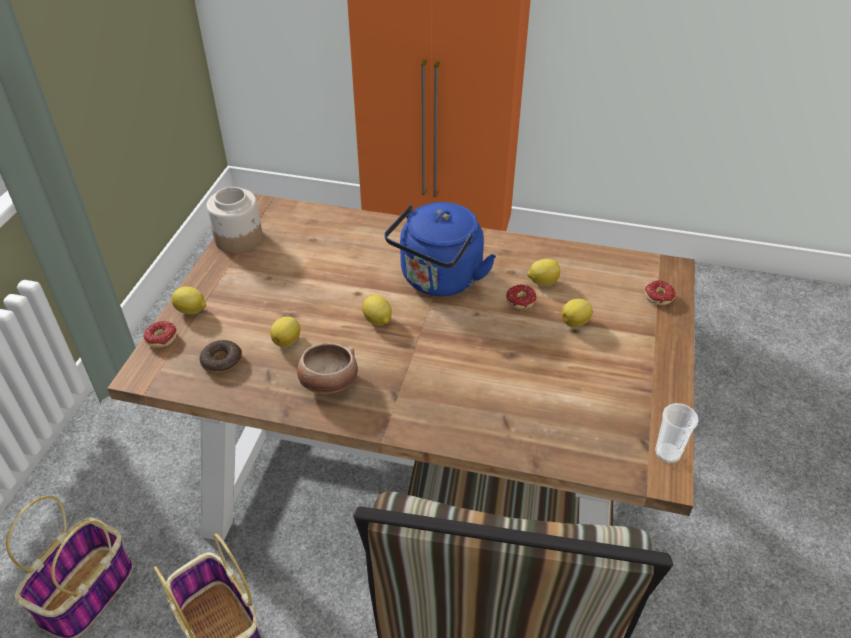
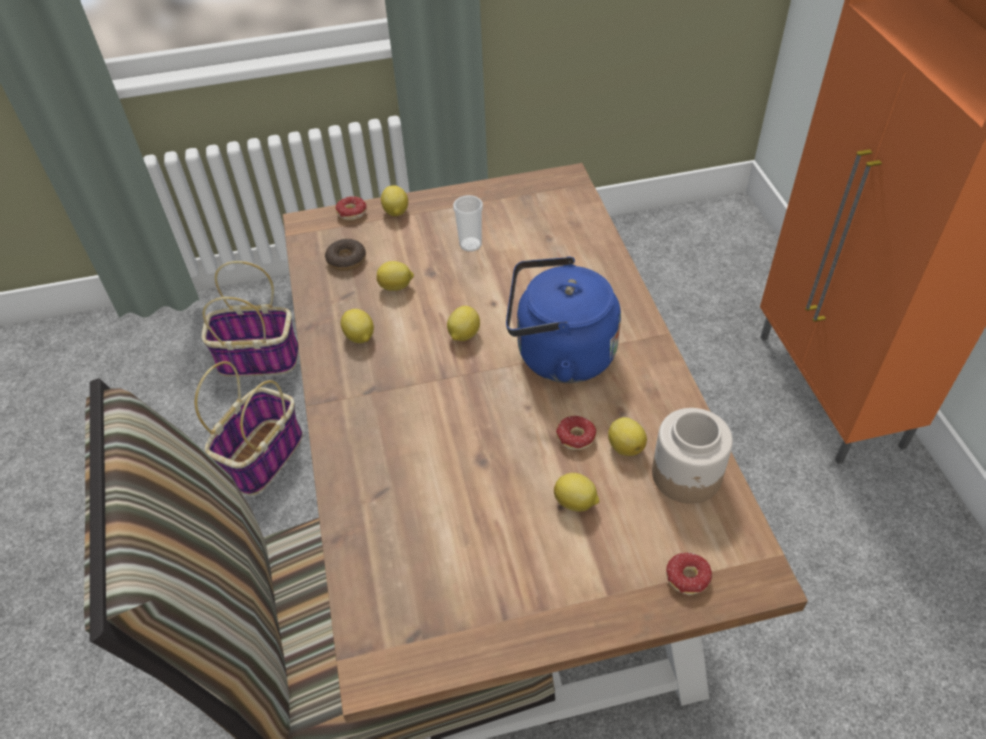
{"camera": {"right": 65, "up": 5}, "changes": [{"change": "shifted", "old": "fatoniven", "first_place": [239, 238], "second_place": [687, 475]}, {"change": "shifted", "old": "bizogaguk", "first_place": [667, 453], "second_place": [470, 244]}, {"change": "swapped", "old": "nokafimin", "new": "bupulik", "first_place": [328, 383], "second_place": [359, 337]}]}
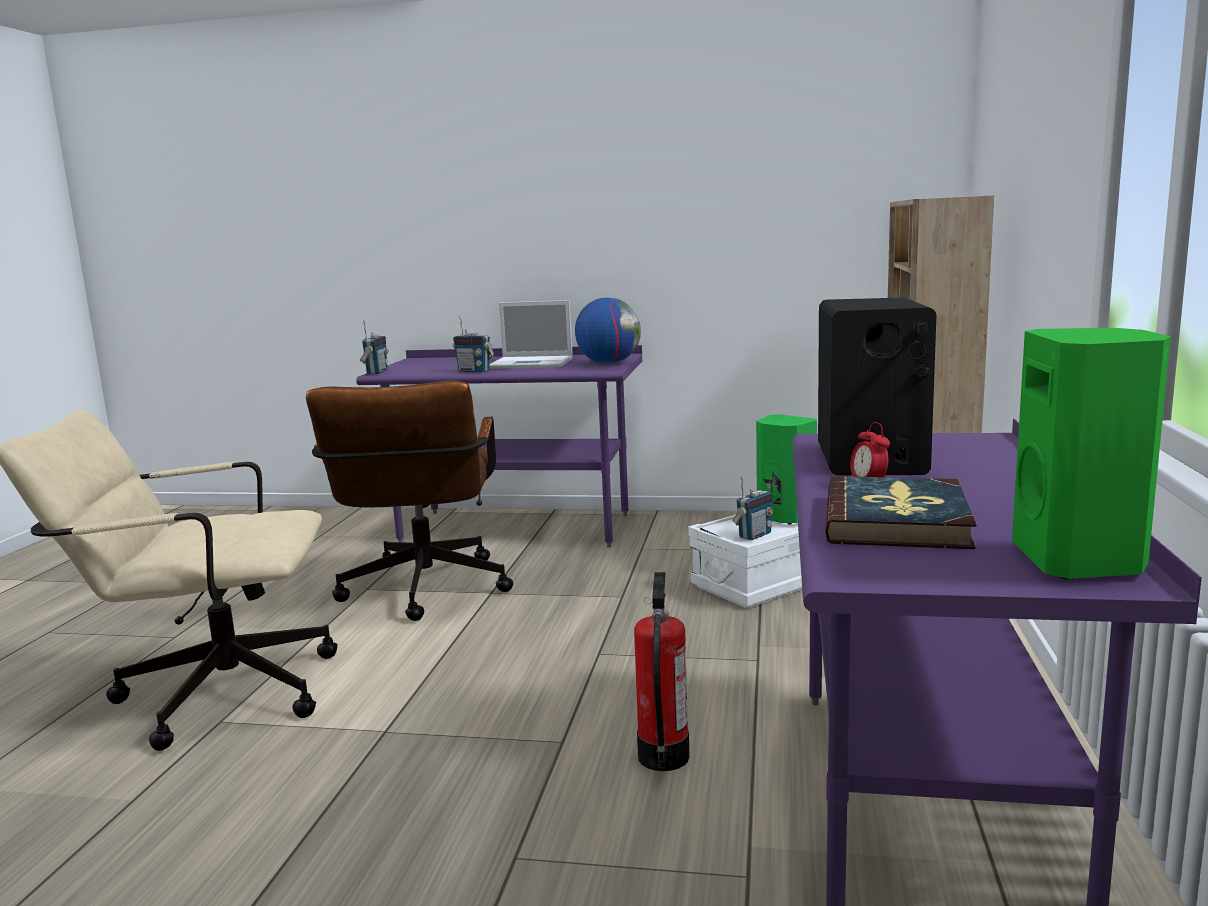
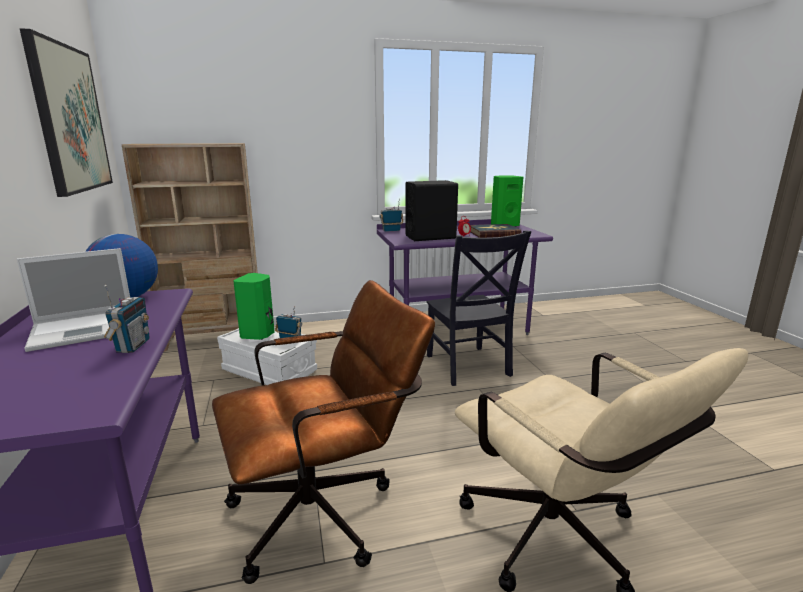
{"camera": {"right": -115, "up": 5}, "changes": [{"change": "new", "new": "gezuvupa", "second_place": [70, 119]}, {"change": "shifted", "old": "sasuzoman", "first_place": [376, 372], "second_place": [391, 230]}, {"change": "swapped", "old": "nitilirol", "new": "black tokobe", "first_place": [662, 757], "second_place": [468, 367]}, {"change": "rotated", "old": "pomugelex", "first_place": [533, 363], "second_place": [87, 329], "degrees": 75}]}
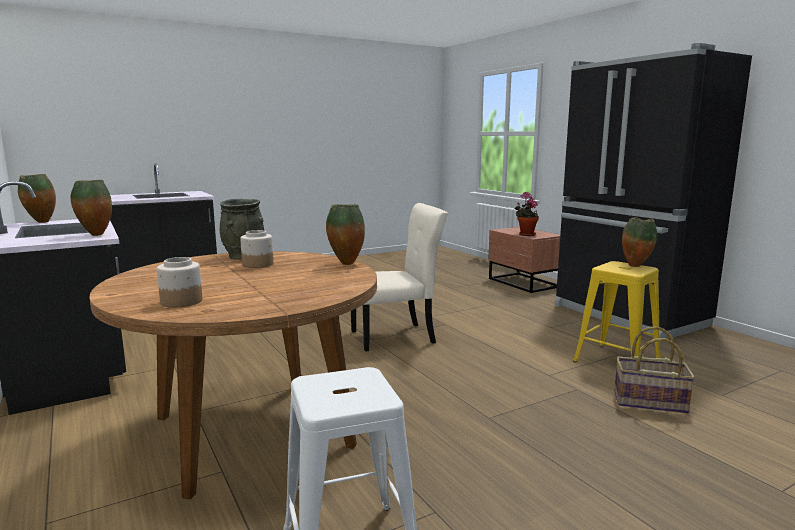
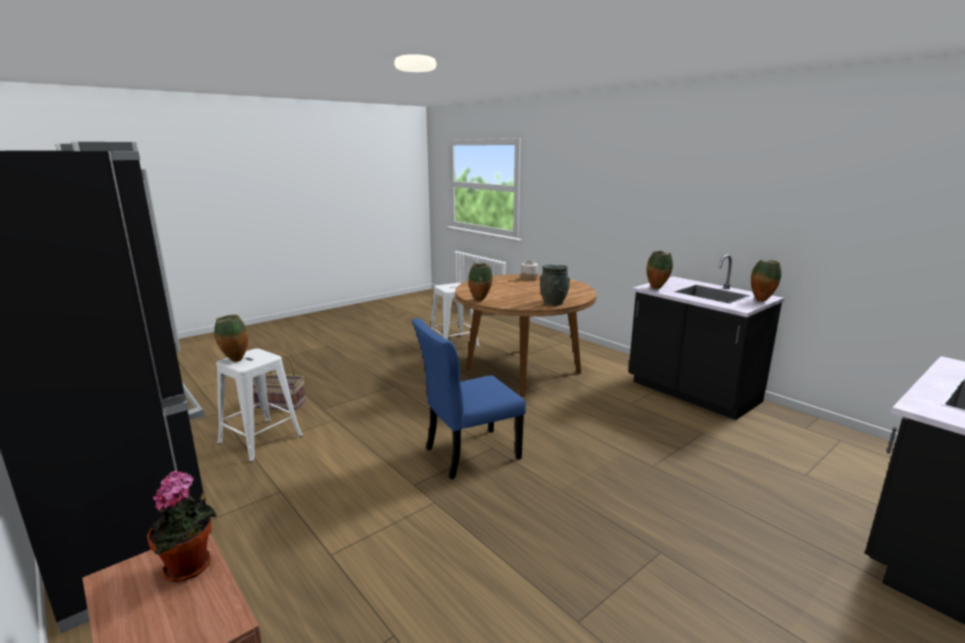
{"camera": {"right": 170, "up": 5}, "changes": [{"change": "gone", "old": "fatoniven", "first_place": [258, 264]}, {"change": "repainted", "old": "beige tokobe", "new": "blue tokobe", "first_place": [396, 337], "second_place": [468, 454]}, {"change": "repainted", "old": "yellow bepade", "new": "white bepade", "first_place": [616, 361], "second_place": [260, 440]}]}
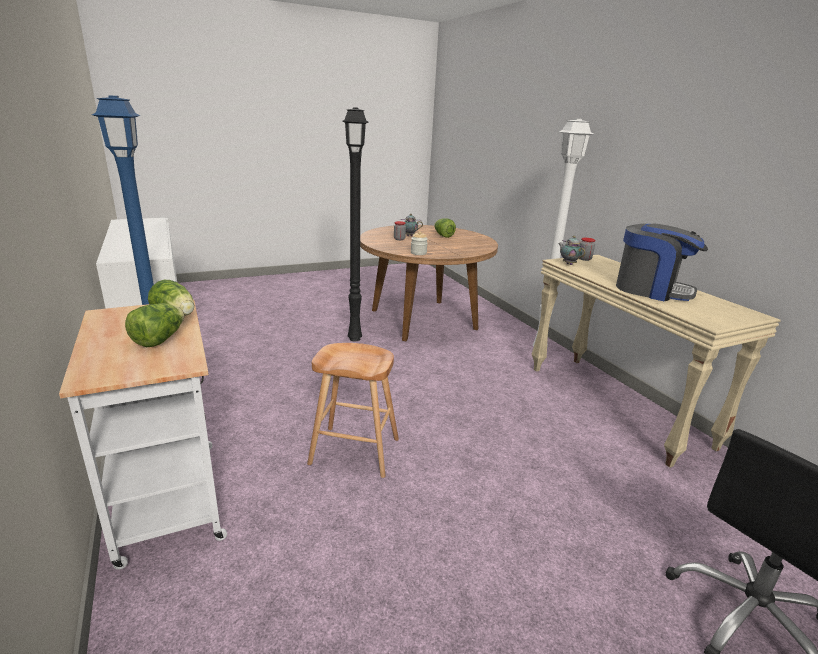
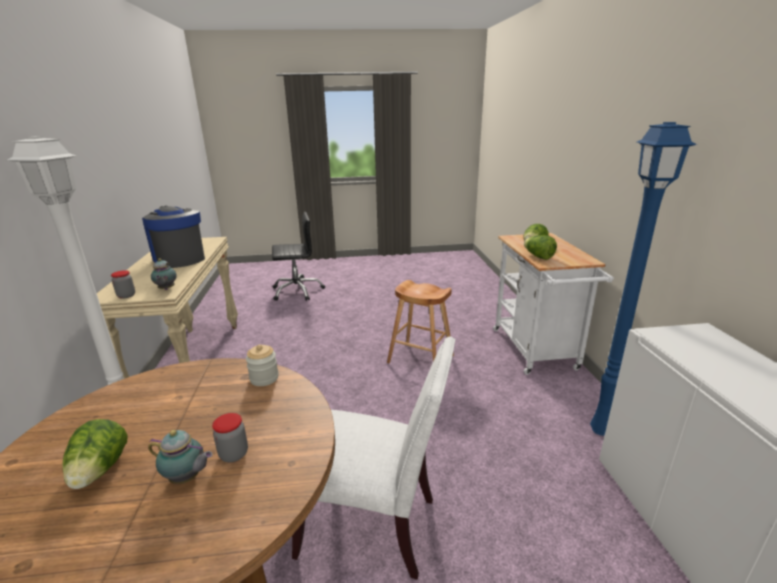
{"camera": {"right": -160, "up": 0}, "changes": [{"change": "swapped", "old": "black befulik", "new": "white tokobe", "first_place": [354, 338], "second_place": [375, 524]}]}
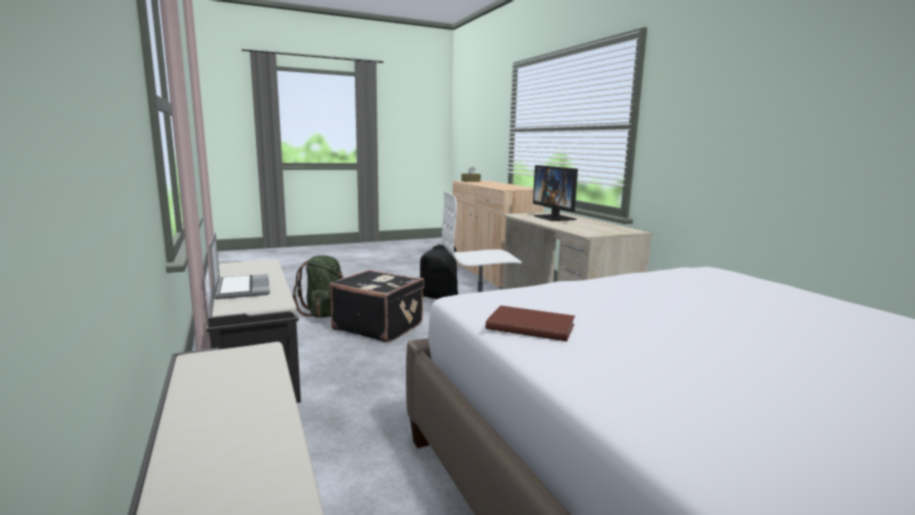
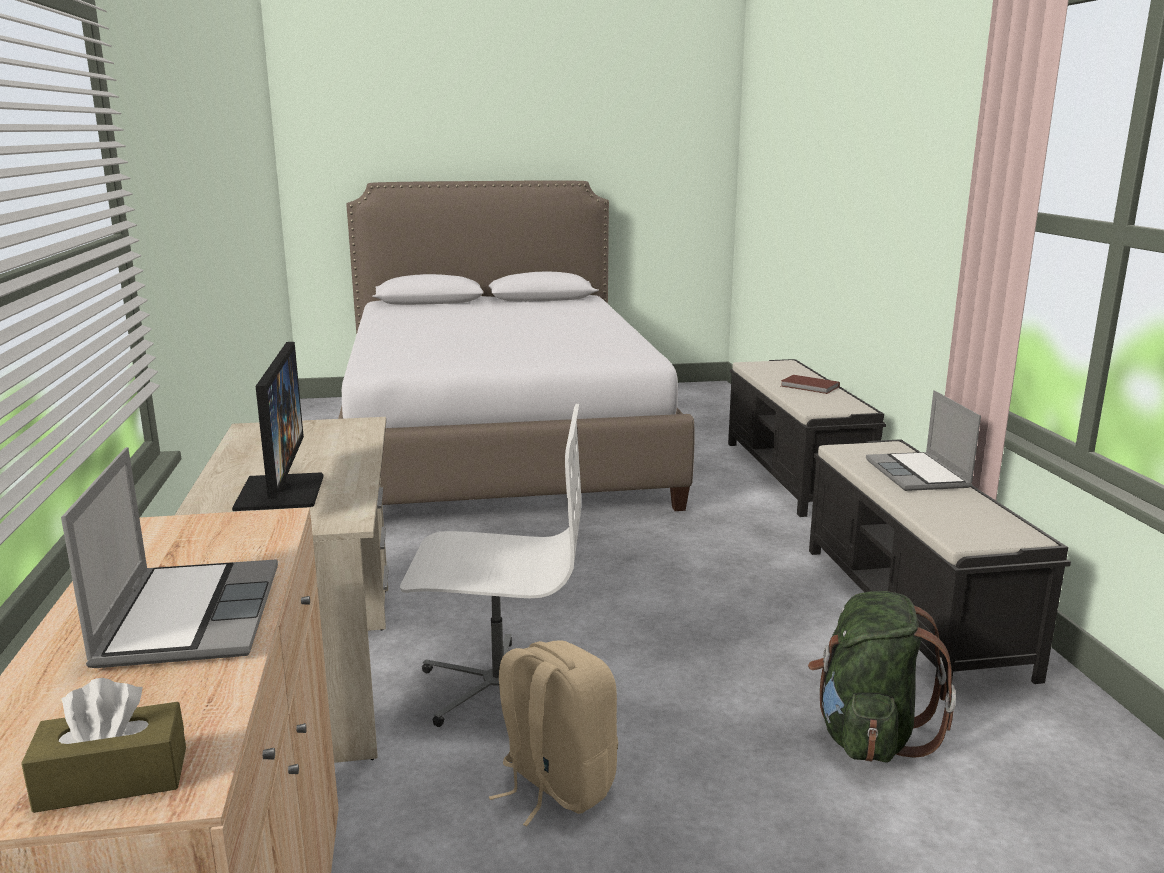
{"camera": {"right": -165, "up": 5}, "changes": [{"change": "gone", "old": "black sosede", "first_place": [378, 326]}, {"change": "new", "new": "pomugelex", "second_place": [188, 615]}, {"change": "shifted", "old": "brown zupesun", "first_place": [530, 326], "second_place": [809, 387]}, {"change": "repainted", "old": "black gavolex", "new": "beige gavolex", "first_place": [439, 297], "second_place": [555, 785]}]}
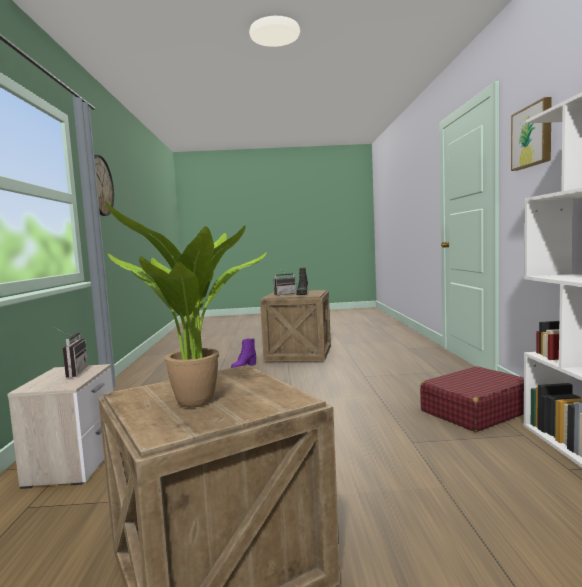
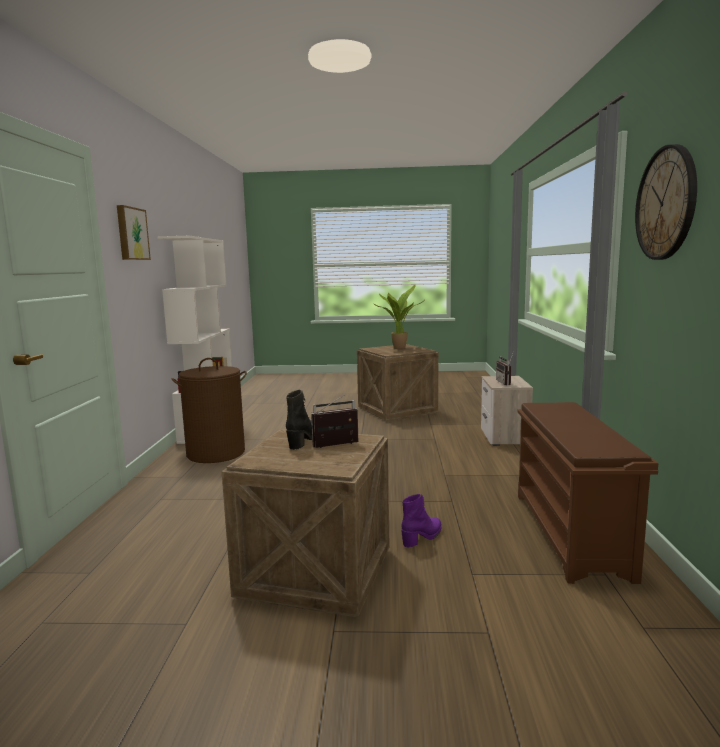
{"camera": {"right": -175, "up": 5}, "changes": [{"change": "new", "new": "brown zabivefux", "second_place": [571, 534]}, {"change": "swapped", "old": "red sosede", "new": "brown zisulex", "first_place": [475, 411], "second_place": [216, 453]}]}
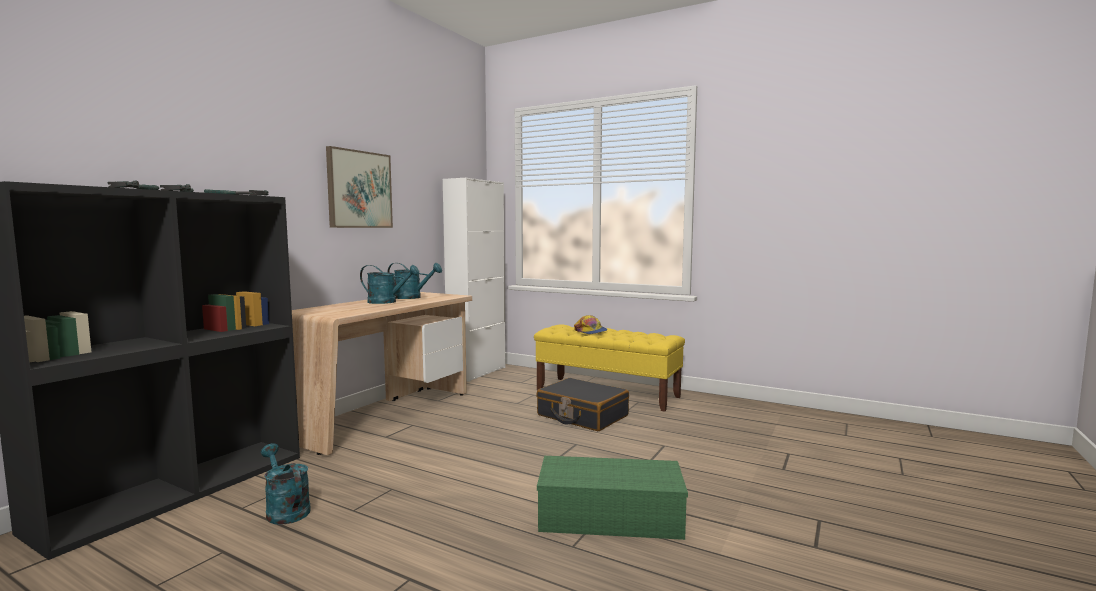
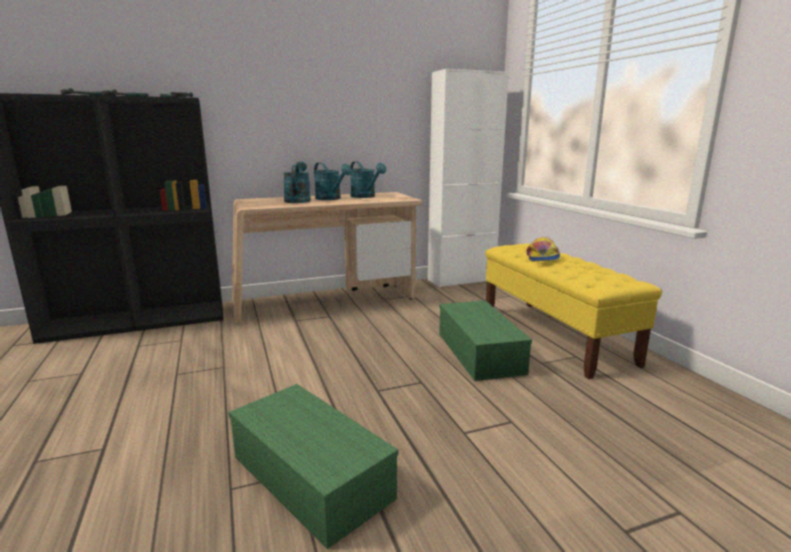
{"camera": {"right": 40, "up": 10}, "changes": [{"change": "gone", "old": "gezuvupa", "first_place": [359, 189]}, {"change": "shifted", "old": "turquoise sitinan", "first_place": [285, 510], "second_place": [298, 200]}, {"change": "swapped", "old": "black sosede", "new": "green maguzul", "first_place": [582, 416], "second_place": [481, 353]}]}
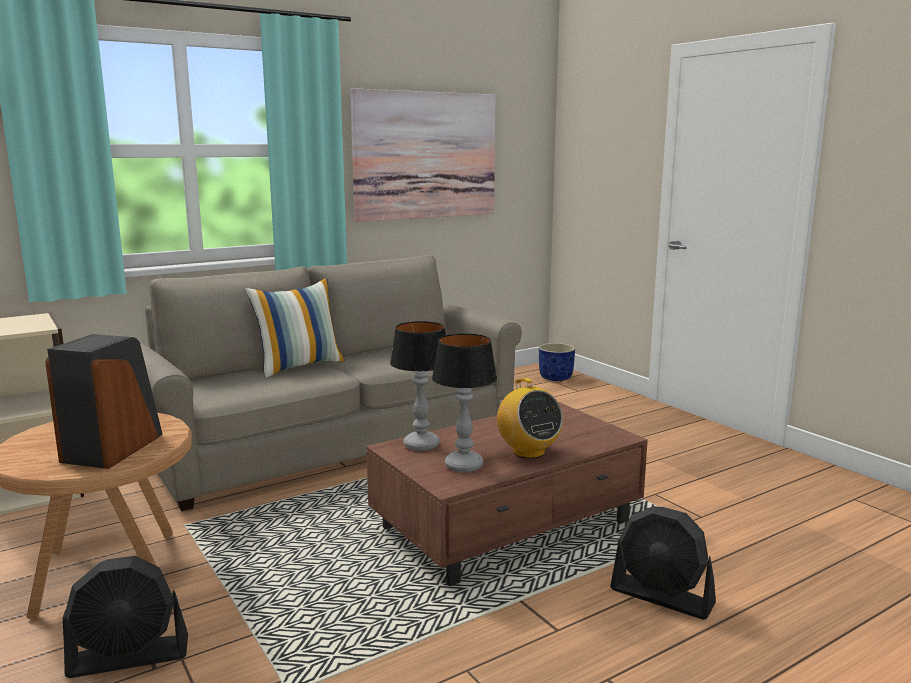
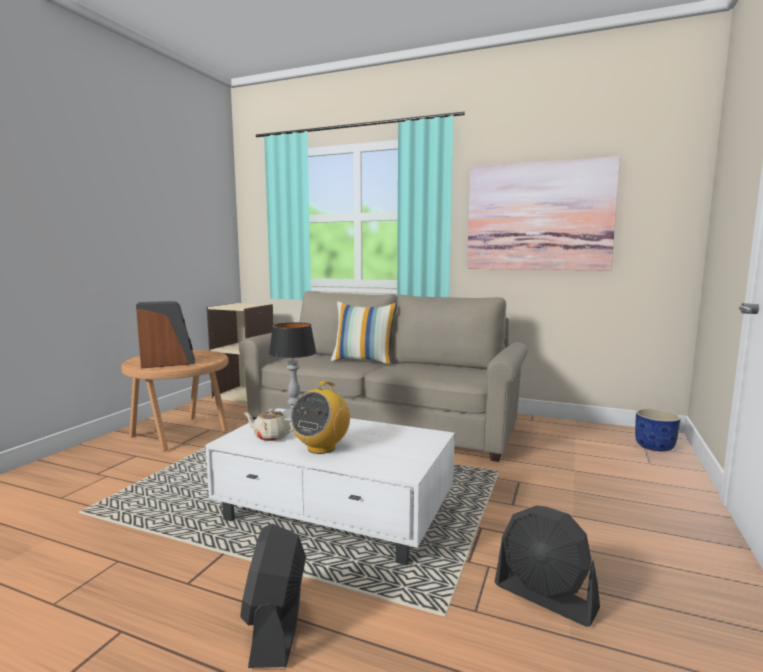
{"camera": {"right": 55, "up": -5}, "changes": [{"change": "shifted", "old": "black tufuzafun", "first_place": [129, 657], "second_place": [545, 597]}, {"change": "swapped", "old": "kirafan", "new": "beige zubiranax", "first_place": [464, 465], "second_place": [271, 436]}, {"change": "repainted", "old": "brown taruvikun", "new": "white taruvikun", "first_place": [509, 525], "second_place": [337, 513]}]}
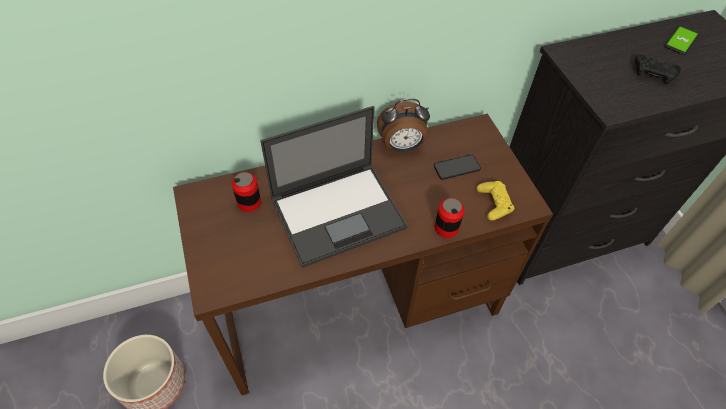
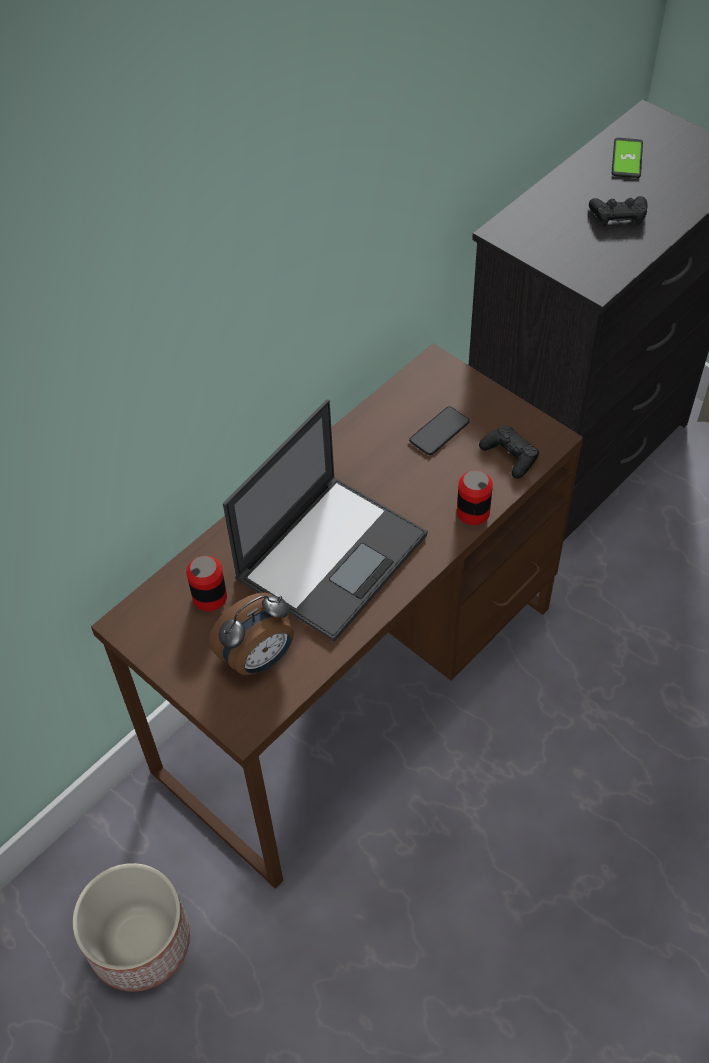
{"camera": {"right": -25, "up": 0}, "changes": [{"change": "shifted", "old": "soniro", "first_place": [401, 147], "second_place": [259, 659]}, {"change": "repainted", "old": "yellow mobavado", "new": "black mobavado", "first_place": [494, 203], "second_place": [510, 456]}]}
